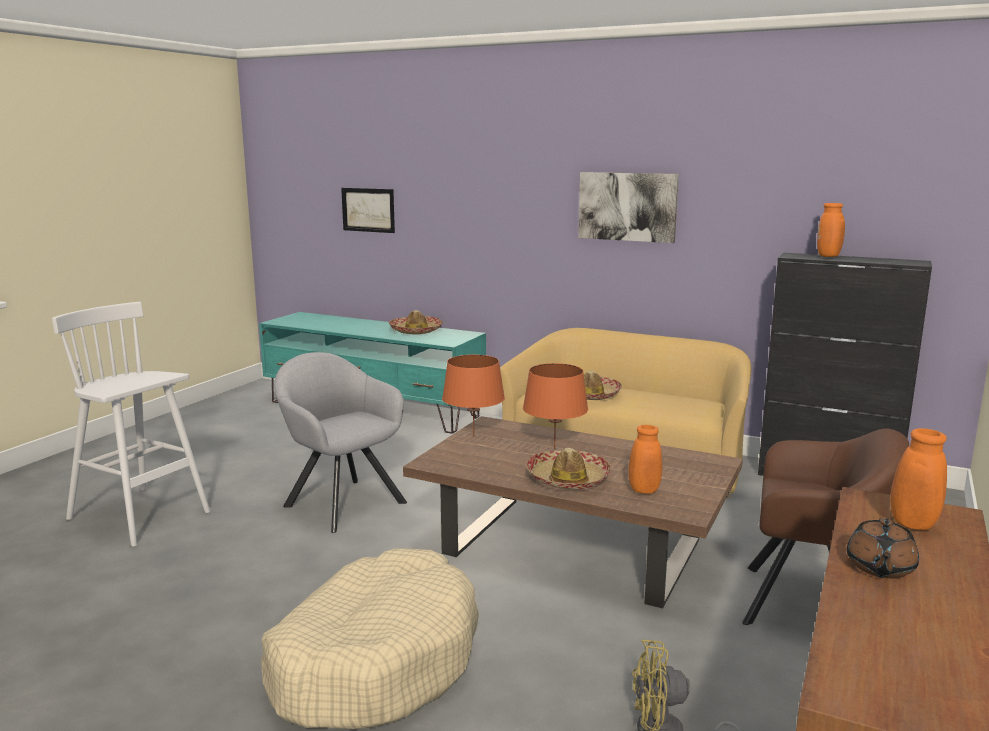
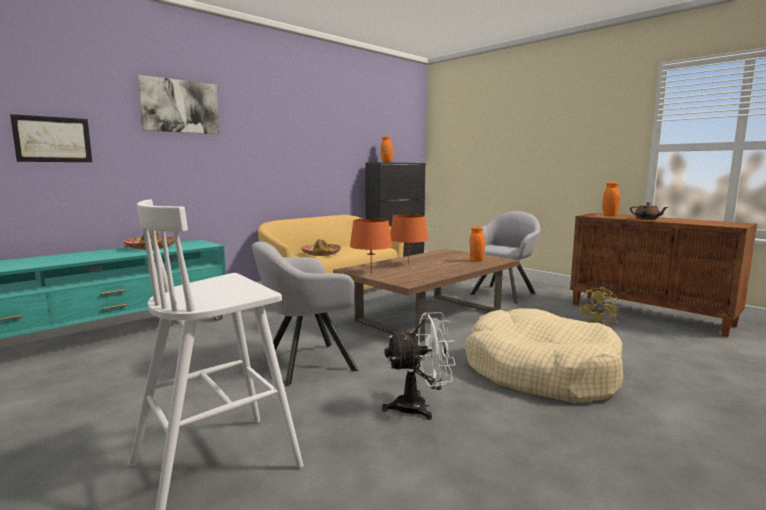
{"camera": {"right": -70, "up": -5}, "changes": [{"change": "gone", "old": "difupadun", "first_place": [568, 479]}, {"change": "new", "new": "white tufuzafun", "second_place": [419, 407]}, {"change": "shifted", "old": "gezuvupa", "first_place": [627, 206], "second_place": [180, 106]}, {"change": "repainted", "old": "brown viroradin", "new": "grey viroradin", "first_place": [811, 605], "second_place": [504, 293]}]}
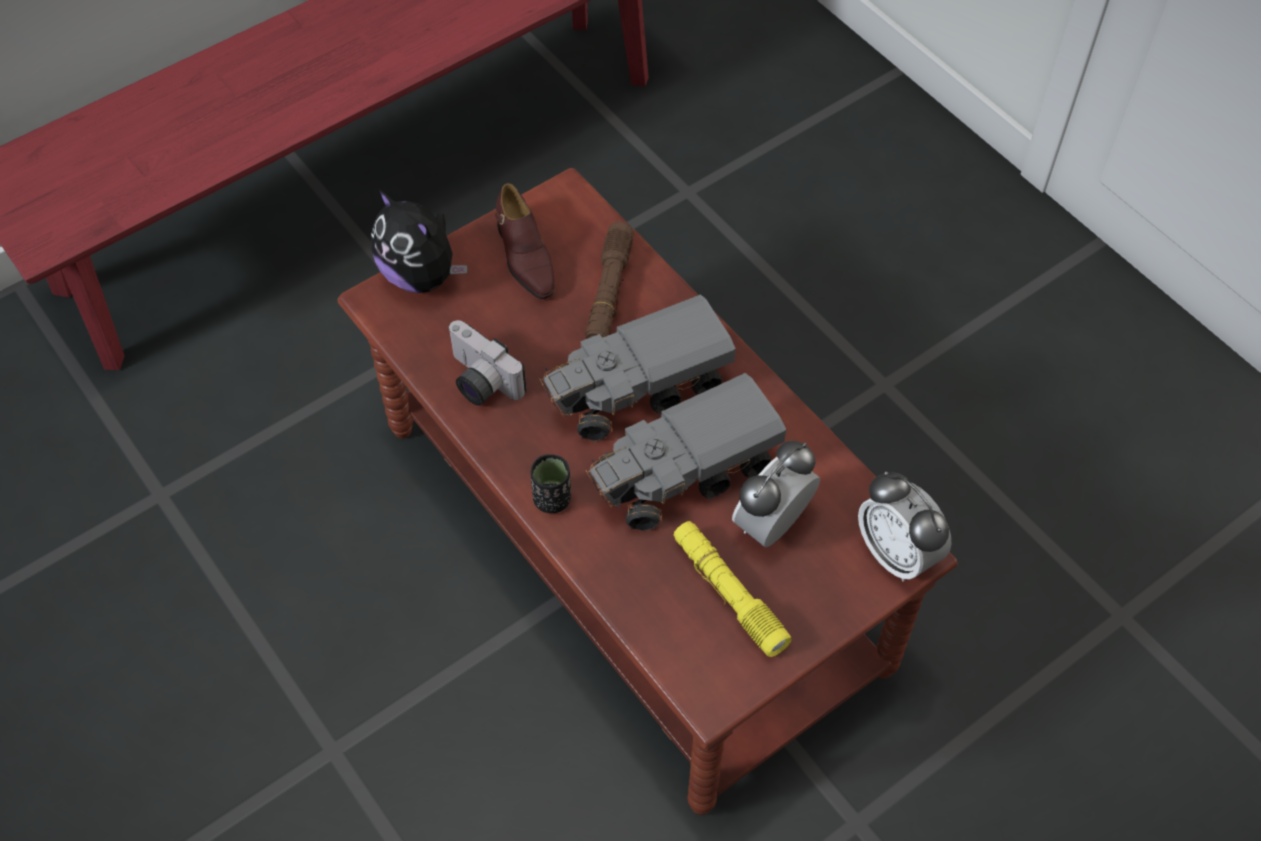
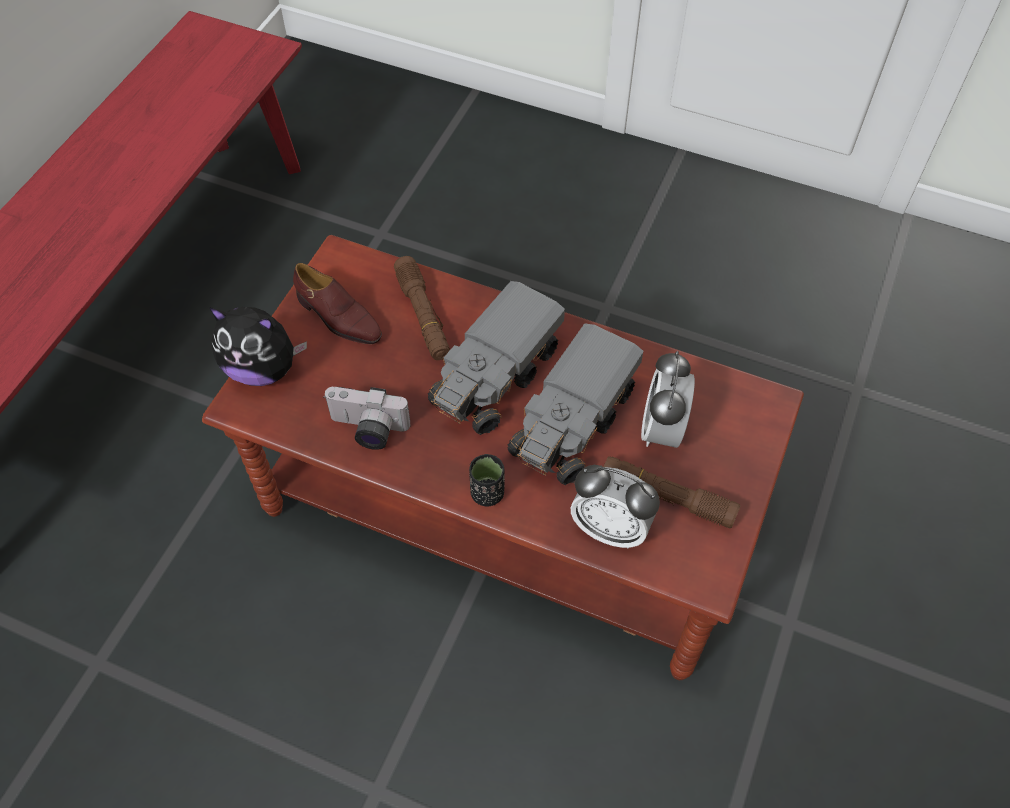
{"camera": {"right": -30, "up": 0}, "changes": [{"change": "shifted", "old": "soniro", "first_place": [896, 554], "second_place": [610, 528]}, {"change": "repainted", "old": "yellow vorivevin", "new": "brown vorivevin", "first_place": [728, 593], "second_place": [667, 497]}]}
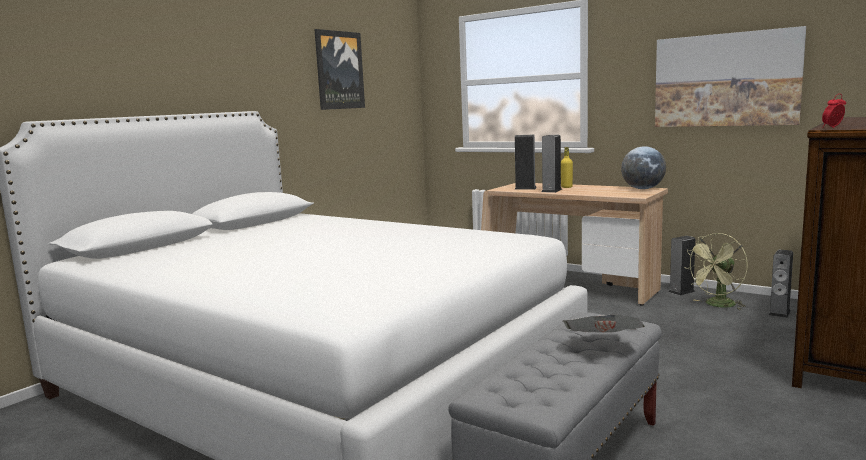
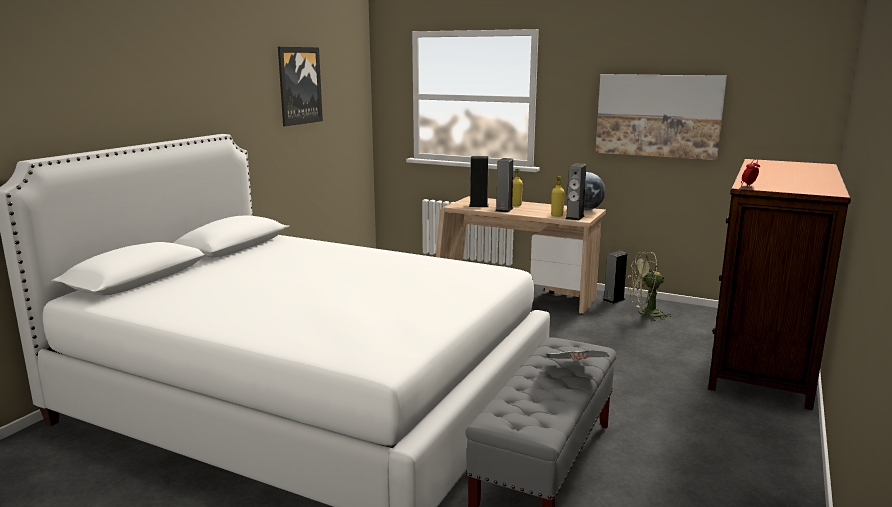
{"camera": {"right": -10, "up": 5}, "changes": [{"change": "new", "new": "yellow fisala", "second_place": [557, 215]}, {"change": "shifted", "old": "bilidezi", "first_place": [779, 313], "second_place": [574, 217]}, {"change": "rotated", "old": "green tufuzafun", "first_place": [717, 305], "second_place": [645, 314], "degrees": 45}]}
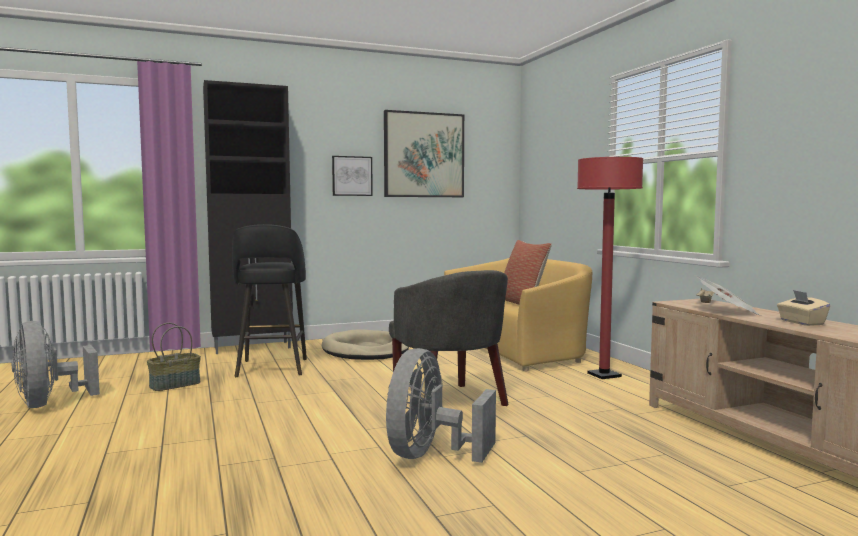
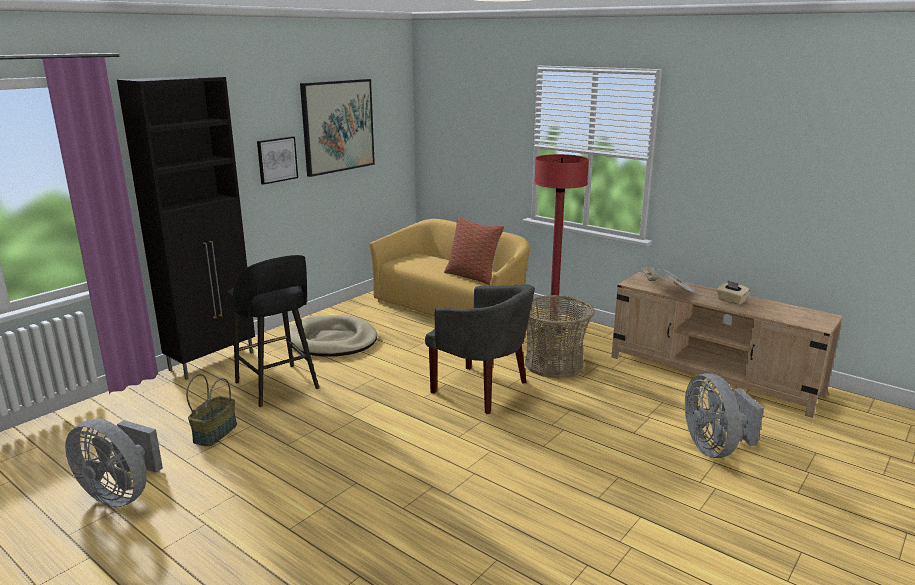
{"camera": {"right": -30, "up": 15}, "changes": [{"change": "new", "new": "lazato", "second_place": [554, 364]}, {"change": "shifted", "old": "grey tufuzafun", "first_place": [430, 455], "second_place": [714, 448]}]}
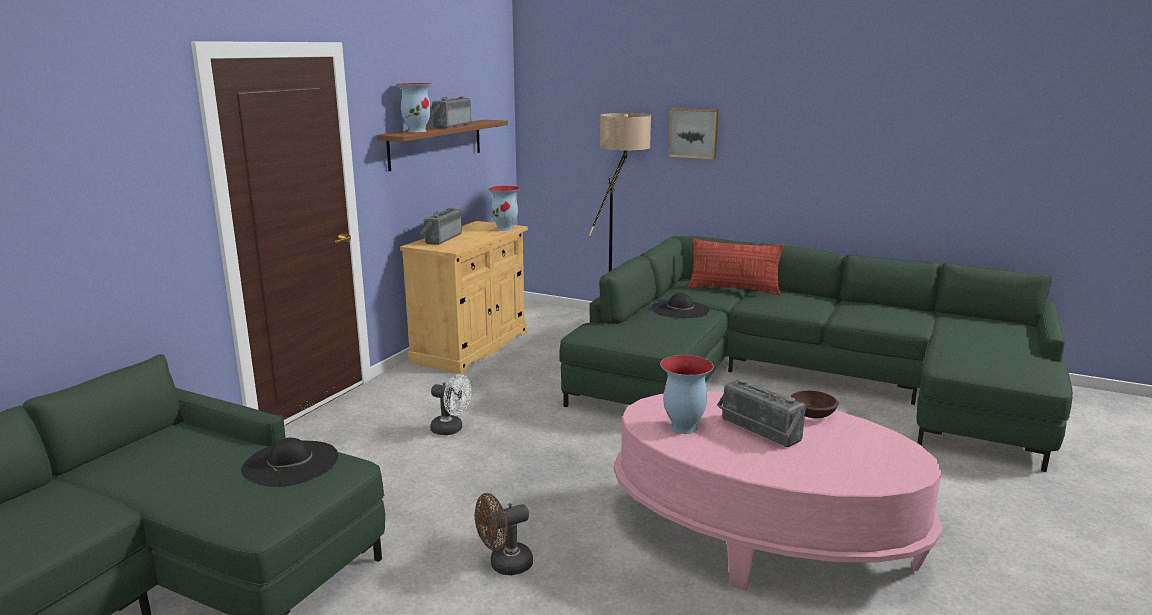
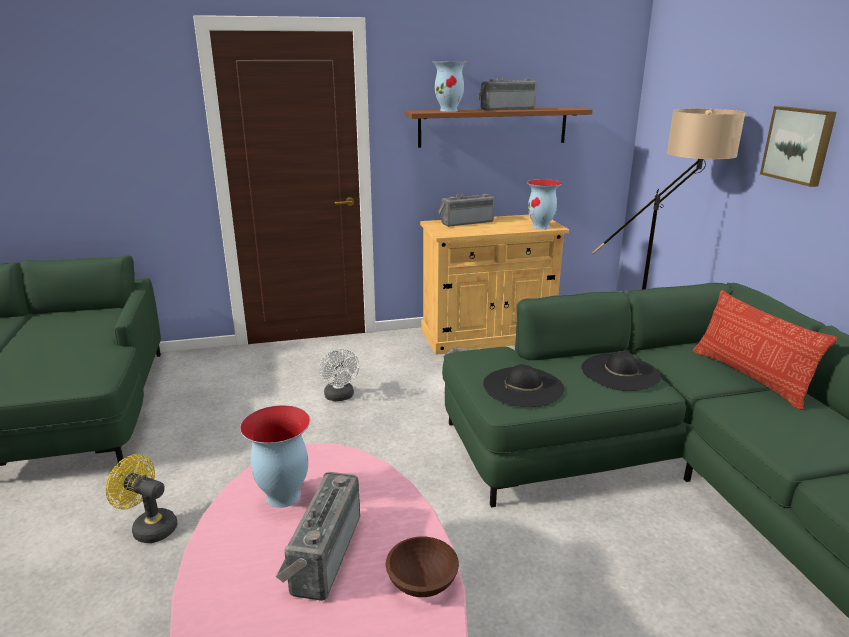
{"camera": {"right": 50, "up": 5}, "changes": [{"change": "shifted", "old": "black difupadun", "first_place": [290, 463], "second_place": [523, 386]}, {"change": "repainted", "old": "brown tufuzafun", "new": "yellow tufuzafun", "first_place": [504, 565], "second_place": [149, 527]}]}
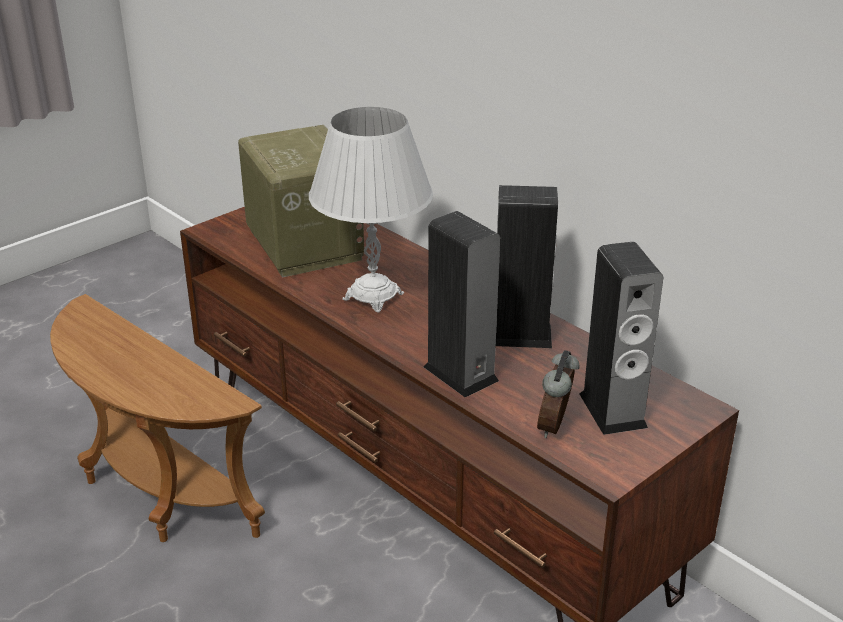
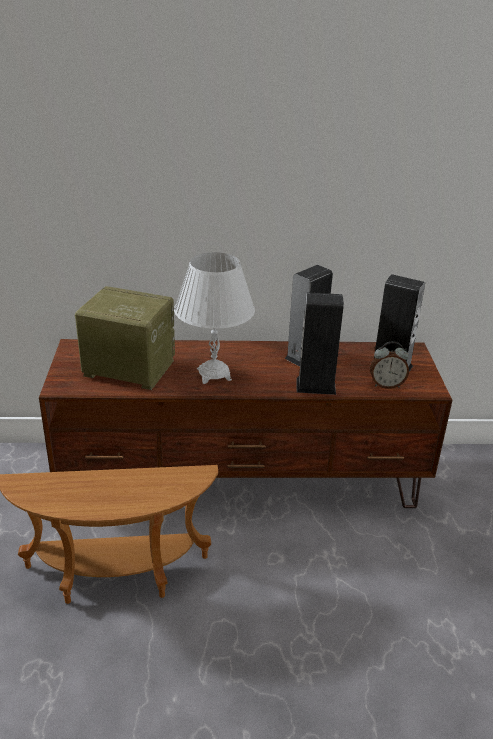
{"camera": {"right": -50, "up": 0}, "changes": [{"change": "rotated", "old": "soniro", "first_place": [556, 426], "second_place": [386, 385], "degrees": -60}]}
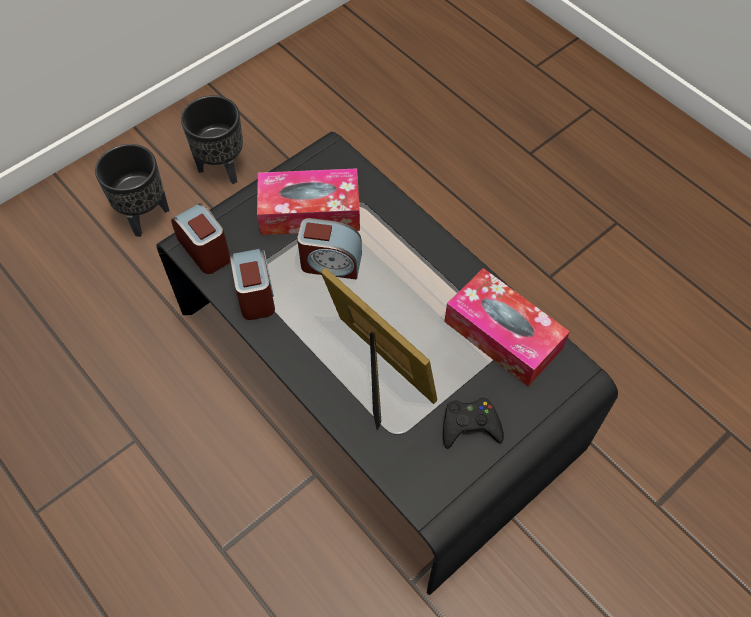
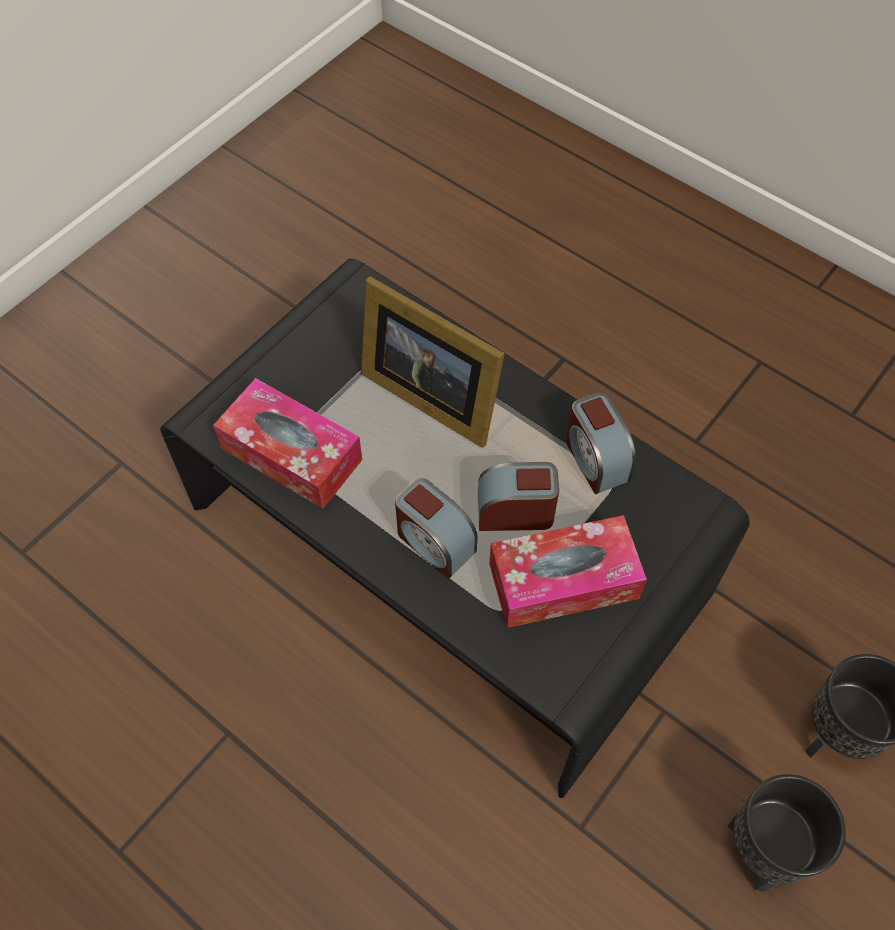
{"camera": {"right": 170, "up": 0}, "changes": [{"change": "gone", "old": "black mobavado", "first_place": [470, 425]}, {"change": "shifted", "old": "soniro", "first_place": [205, 249], "second_place": [434, 542]}]}
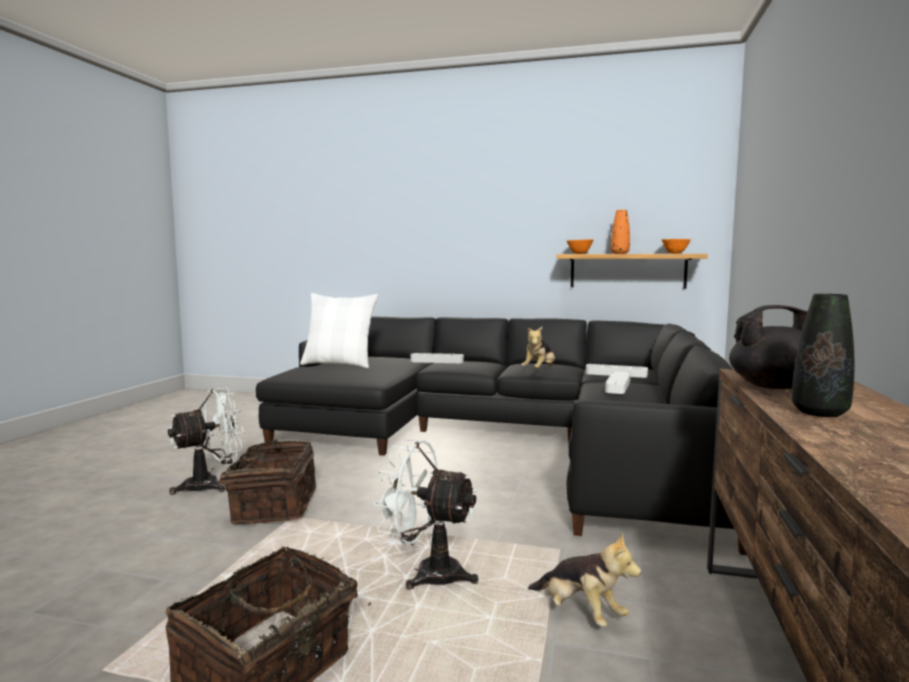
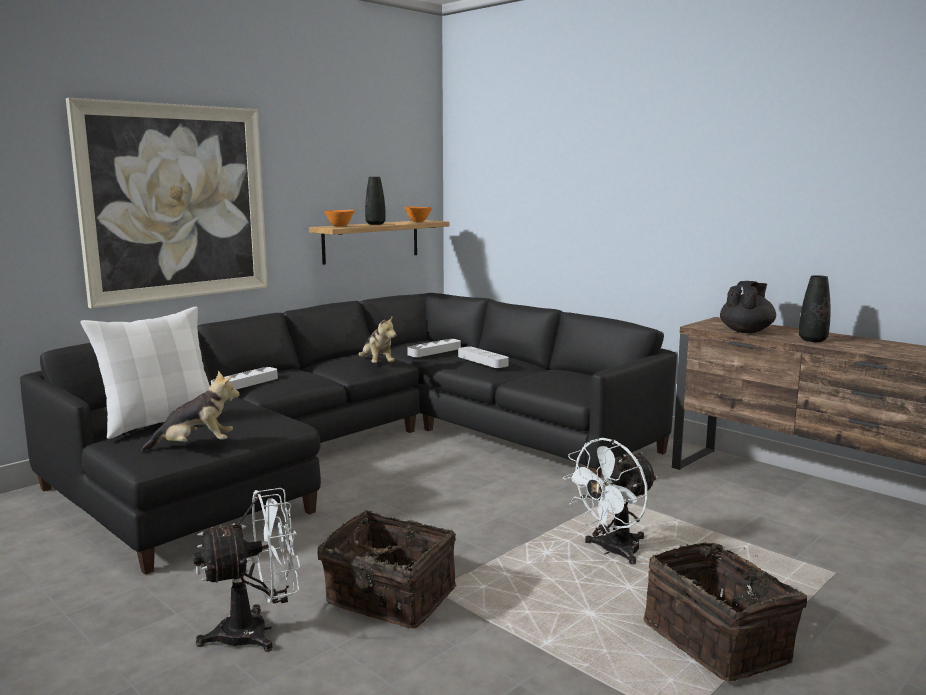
{"camera": {"right": -60, "up": 5}, "changes": [{"change": "new", "new": "gezuvupa", "second_place": [175, 202]}, {"change": "shifted", "old": "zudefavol", "first_place": [580, 613], "second_place": [195, 446]}, {"change": "repainted", "old": "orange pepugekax", "new": "black pepugekax", "first_place": [619, 253], "second_place": [375, 224]}, {"change": "rotated", "old": "white tufuzafun", "first_place": [211, 485], "second_place": [256, 632], "degrees": 75}]}
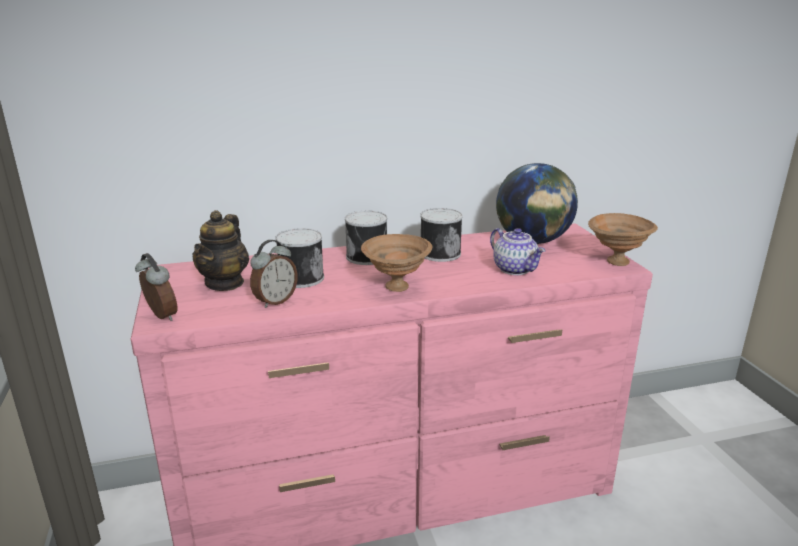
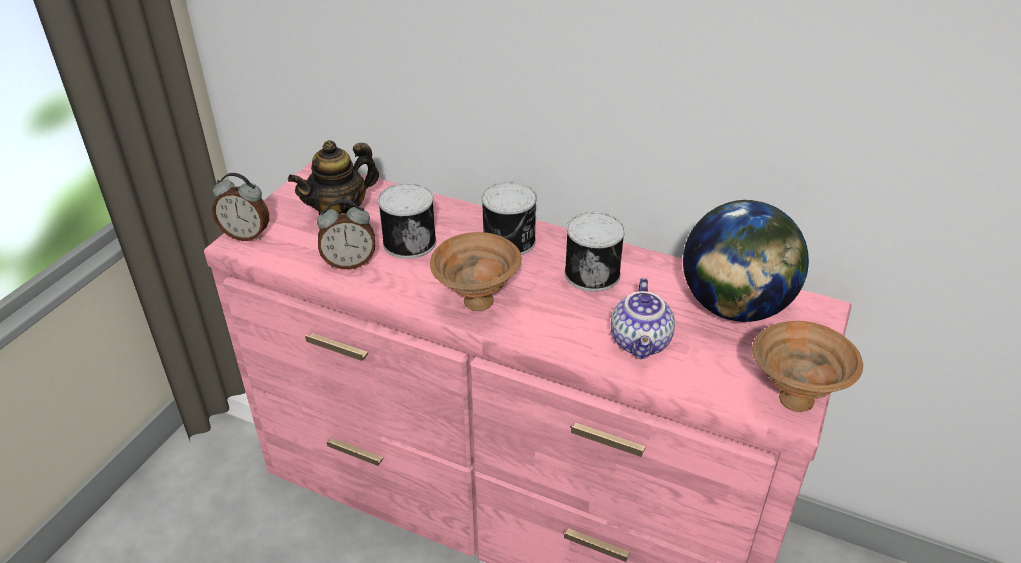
{"camera": {"right": 40, "up": 15}, "changes": [{"change": "rotated", "old": "soniro", "first_place": [160, 316], "second_place": [247, 235], "degrees": 105}]}
